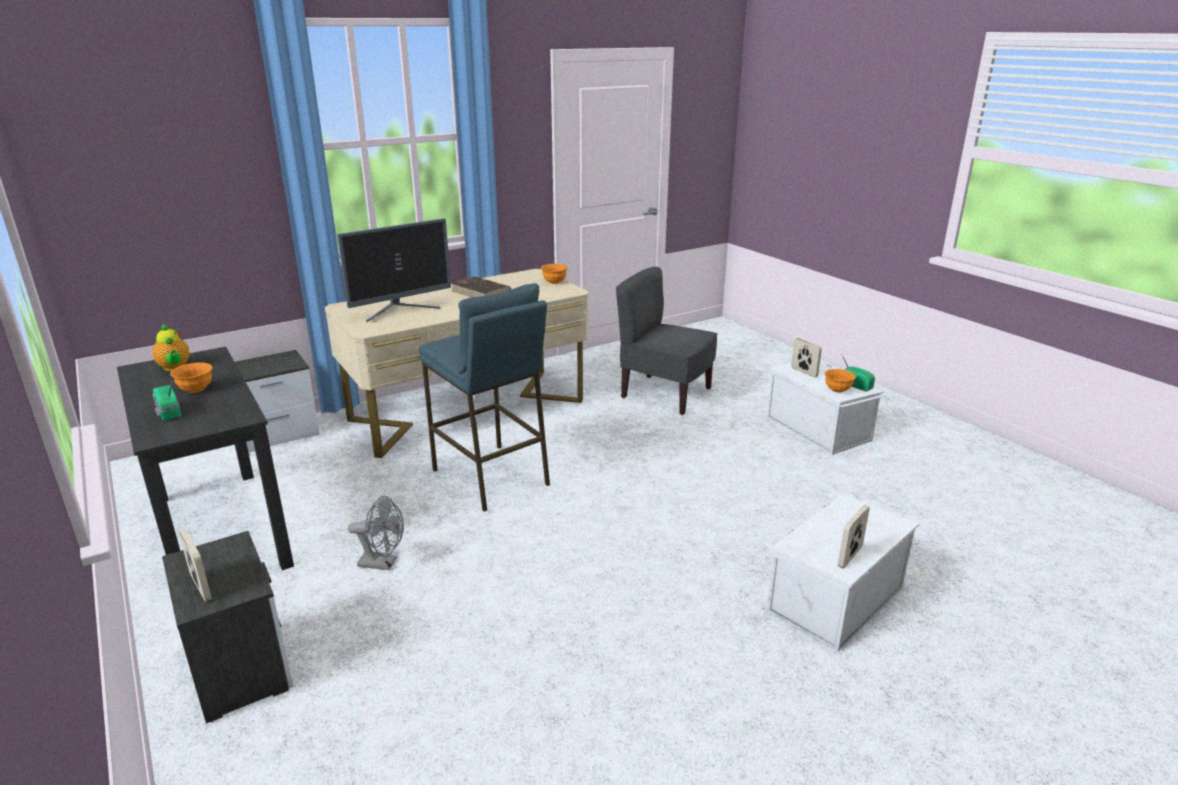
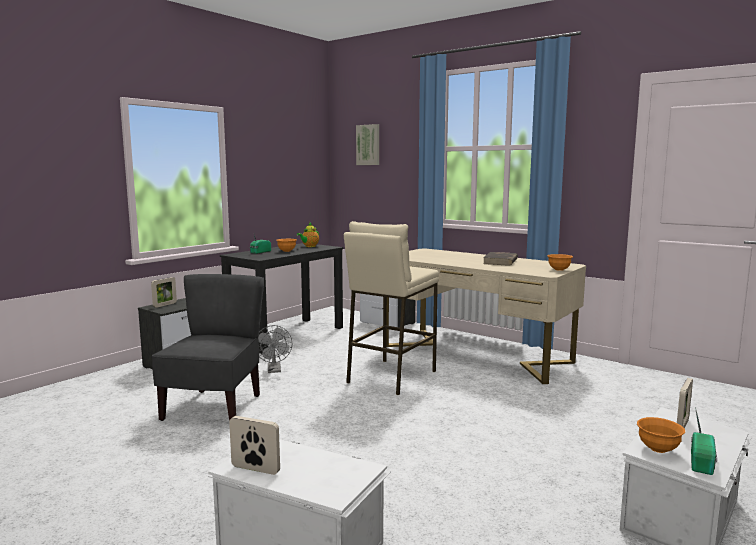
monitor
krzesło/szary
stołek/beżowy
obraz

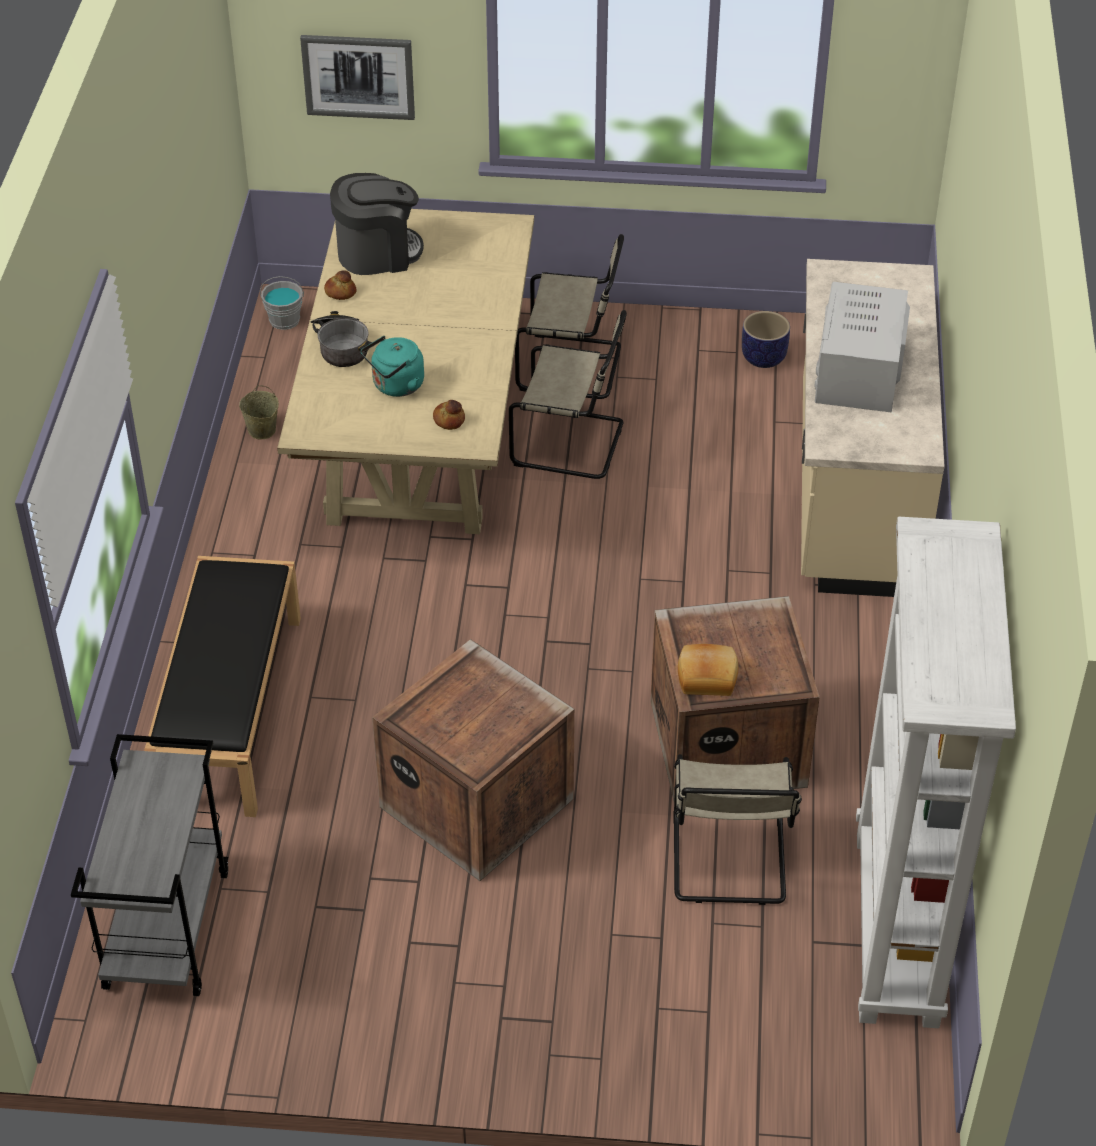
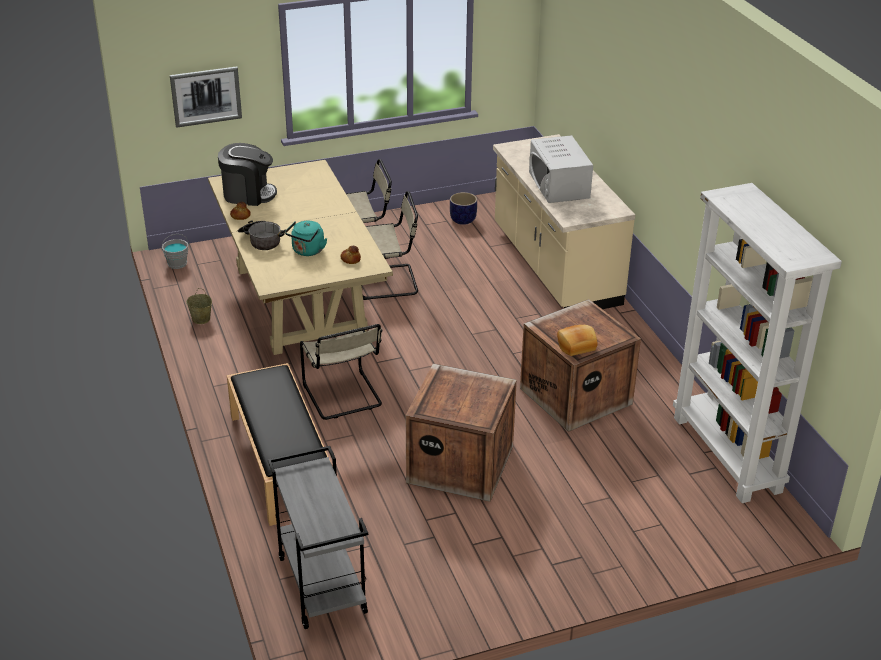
ekspres do kawy
krzesło/beżowy (no. 1 from left)

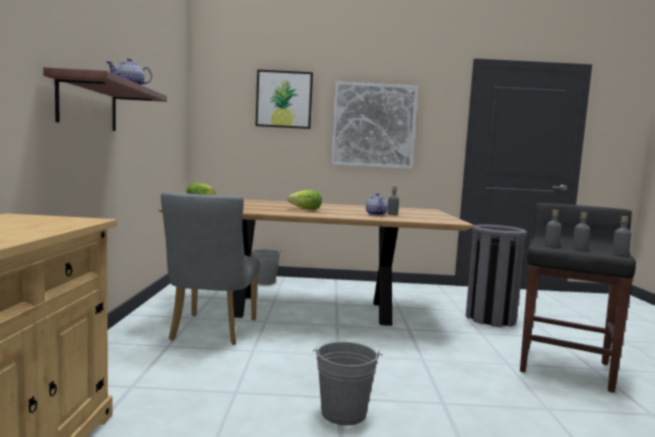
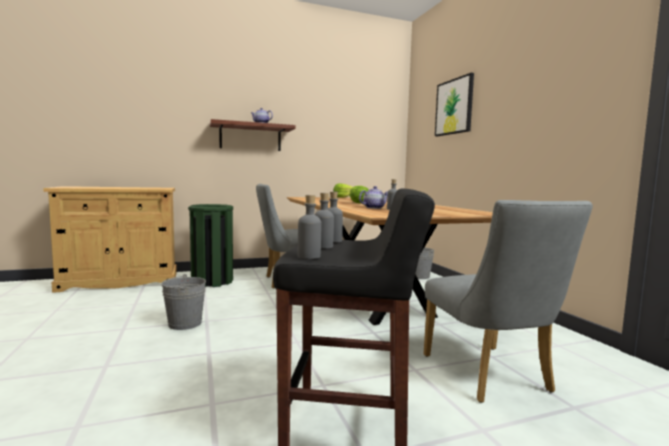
obraz (no. 2 from left in the first image)
krzesło/szary (no. 2 from left)
kosz na śmieci/zielony

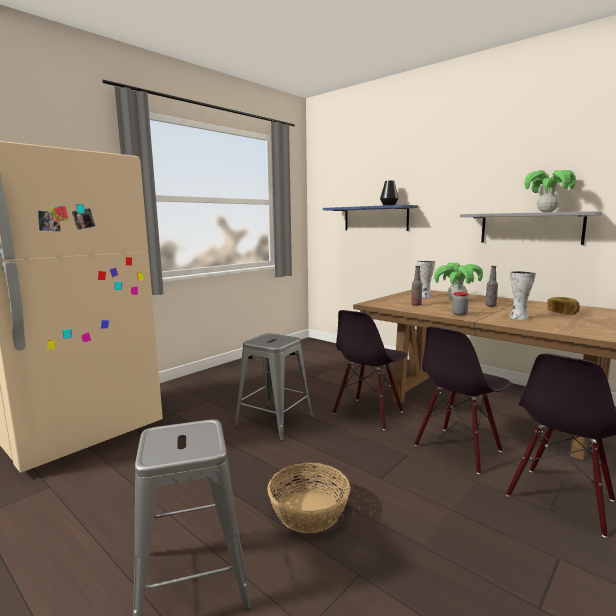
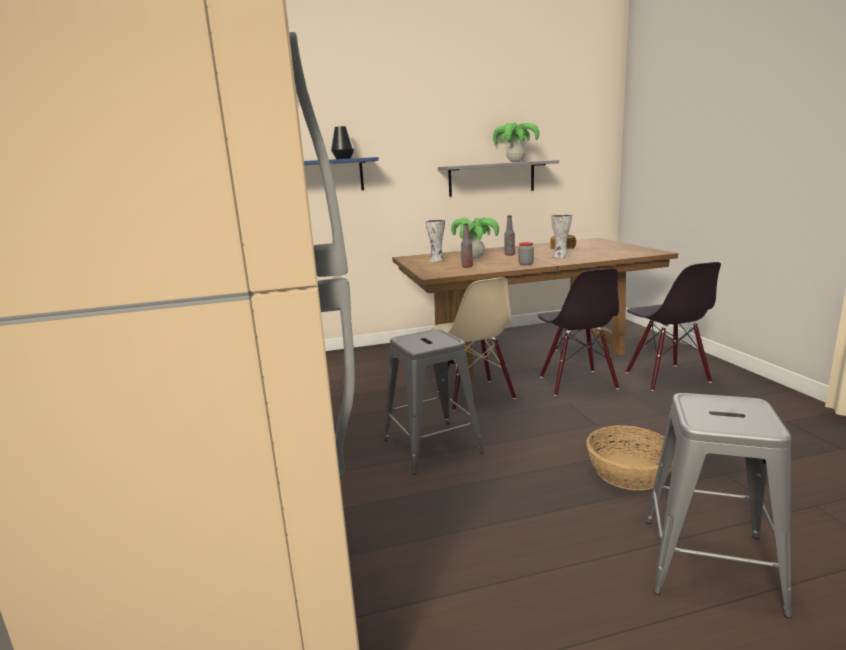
krzesło/beżowy

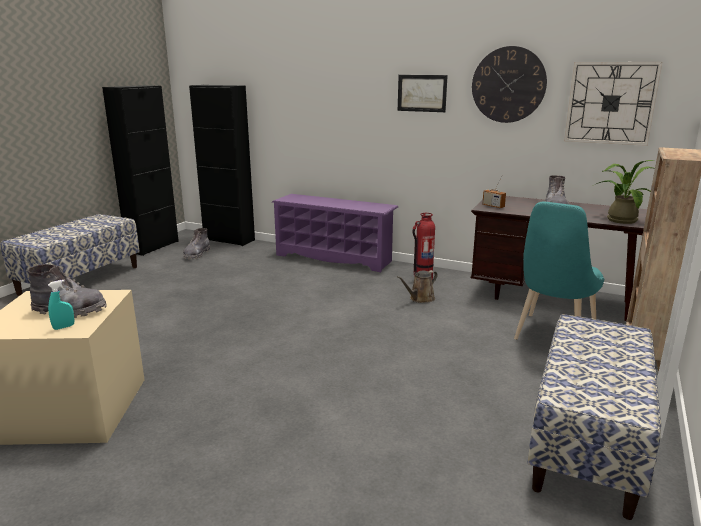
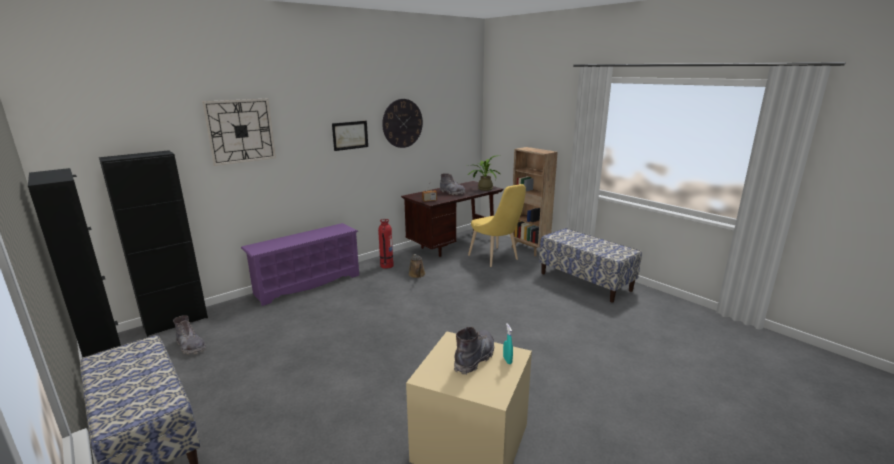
zegar ścienny (no. 1 from left)
krzesło/żółty

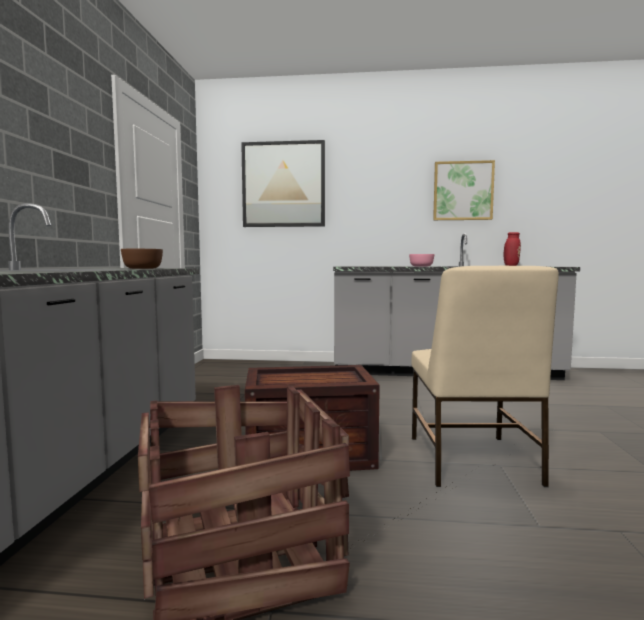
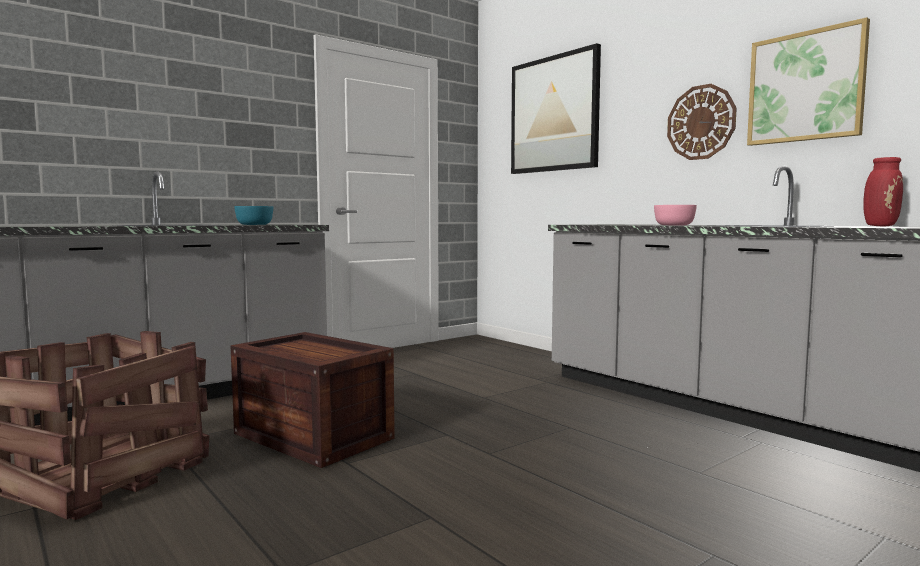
miska/turkusowy
krzesło/beżowy
zegar ścienny

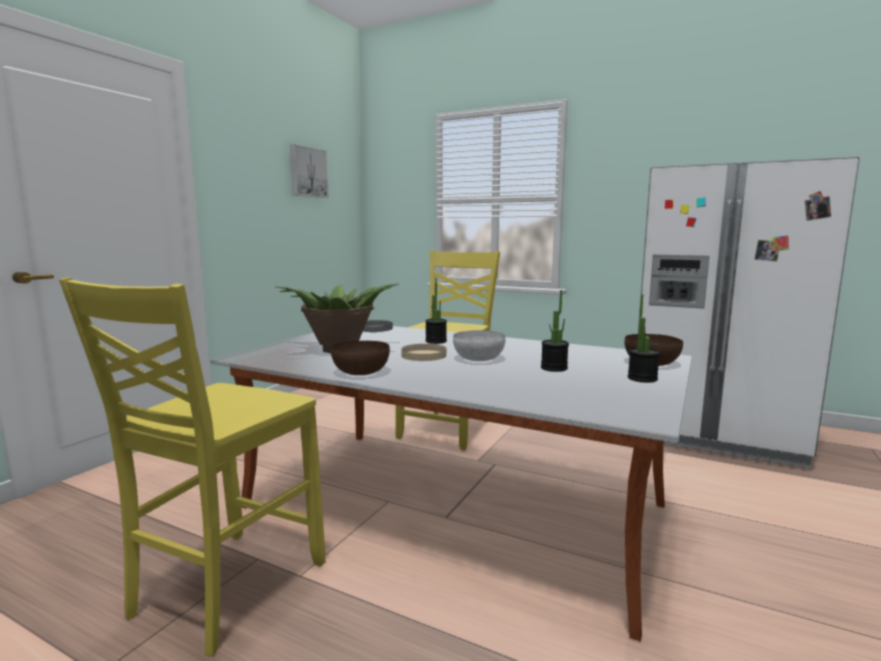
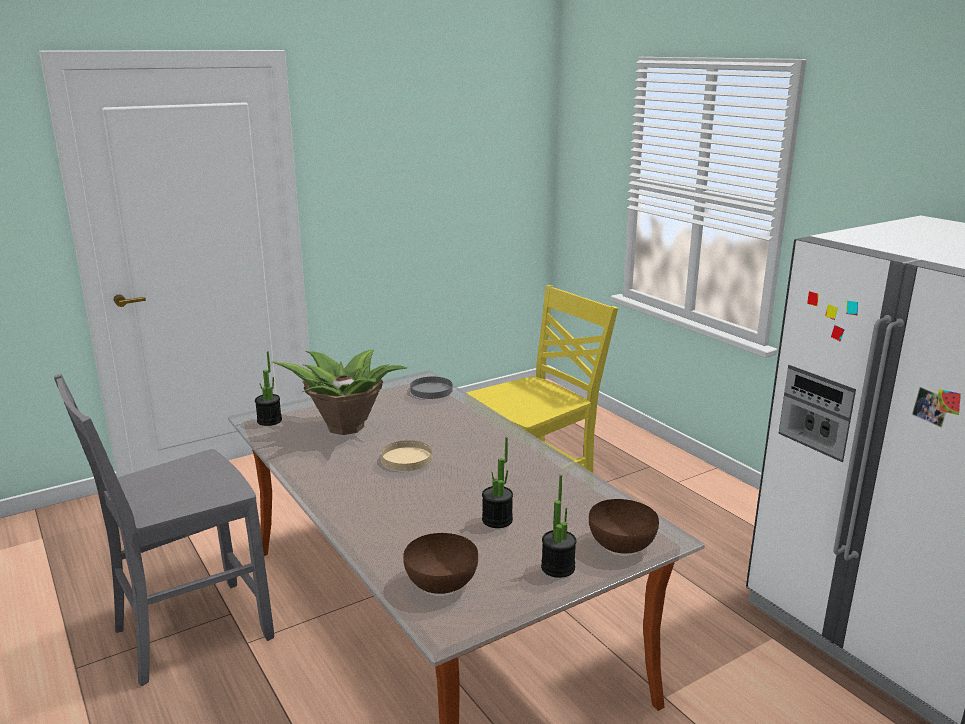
obraz
krzesło/szary
roślina doniczkowa (no. 1 from left)
miska/biały
miska/brązowy (no. 1 from left)

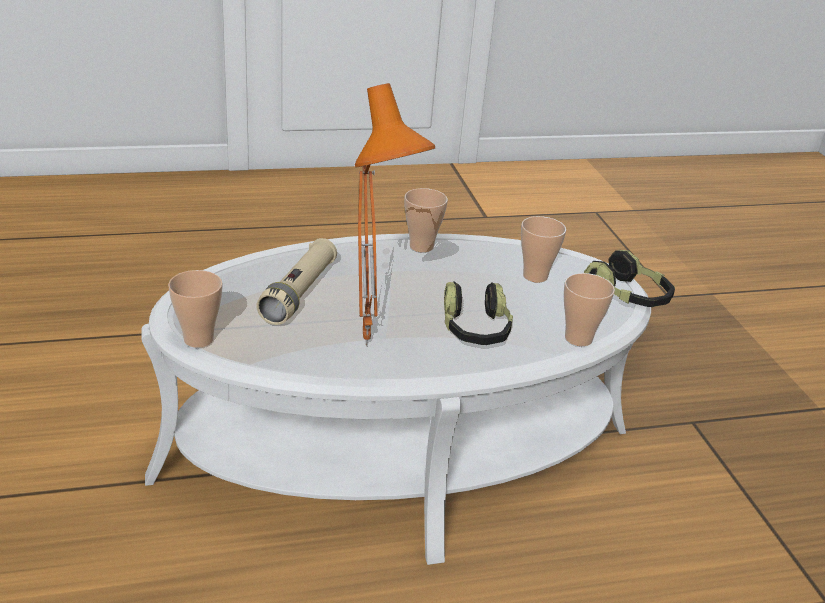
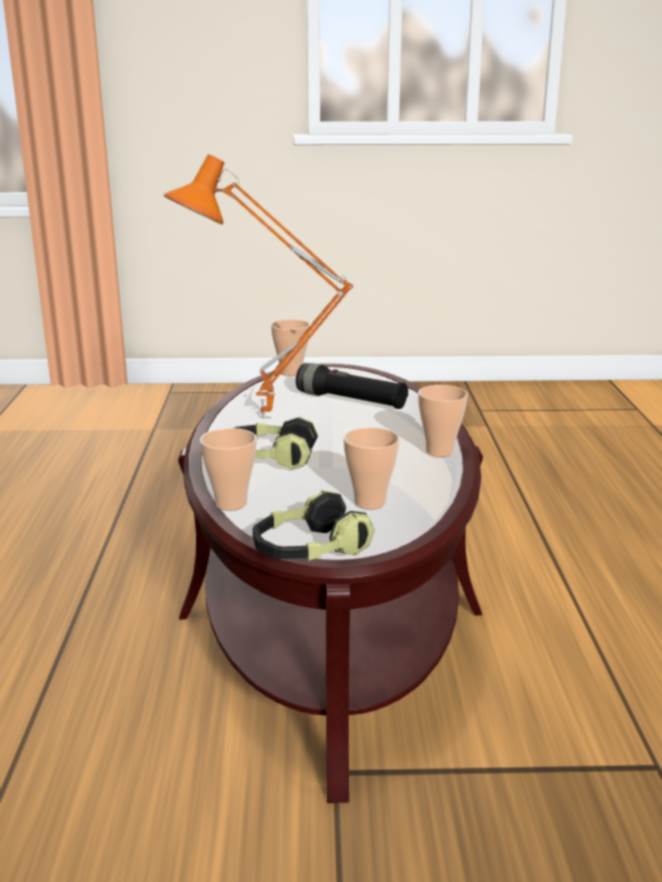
ława/brązowy
latarka/czarny

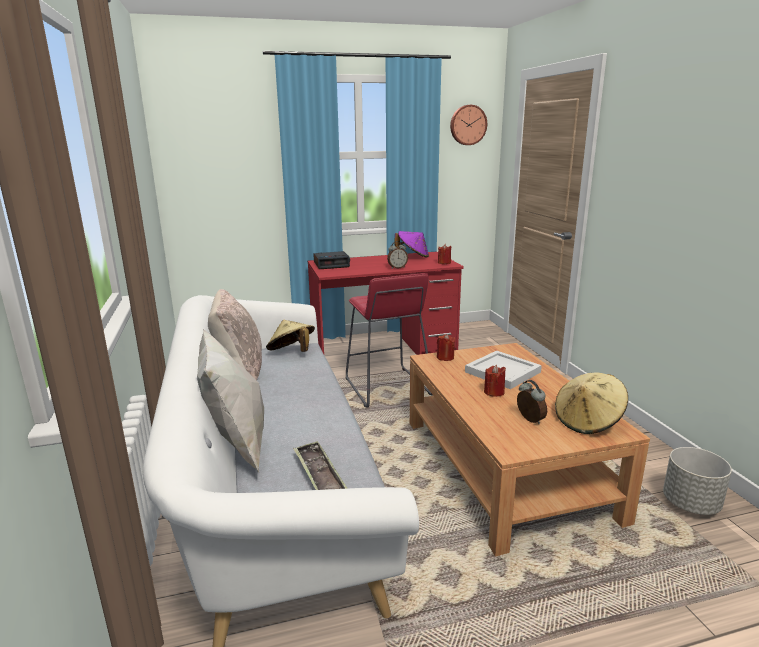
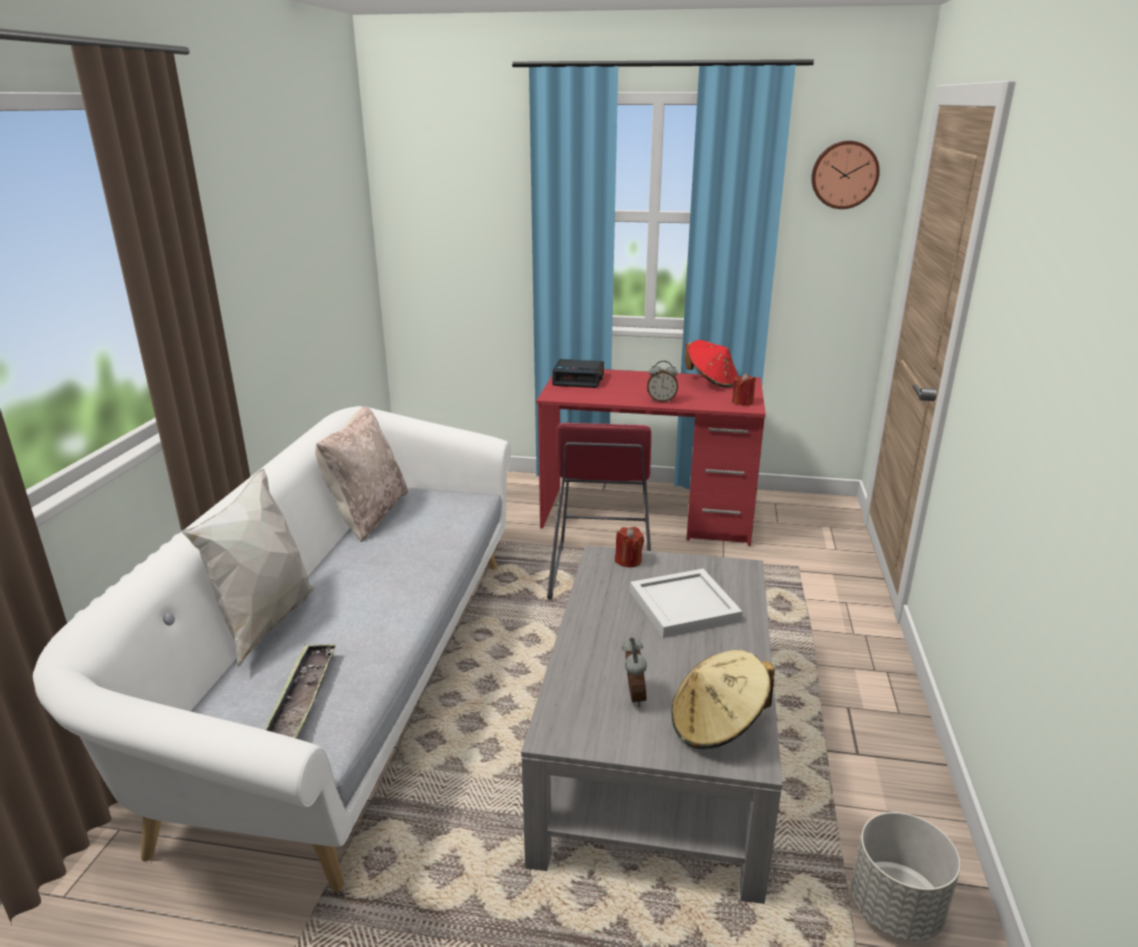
kapelusz/czerwony
kapelusz/beżowy (no. 1 from left in the first image)
ława/szary
świeca/czerwony (no. 3 from left in the first image)

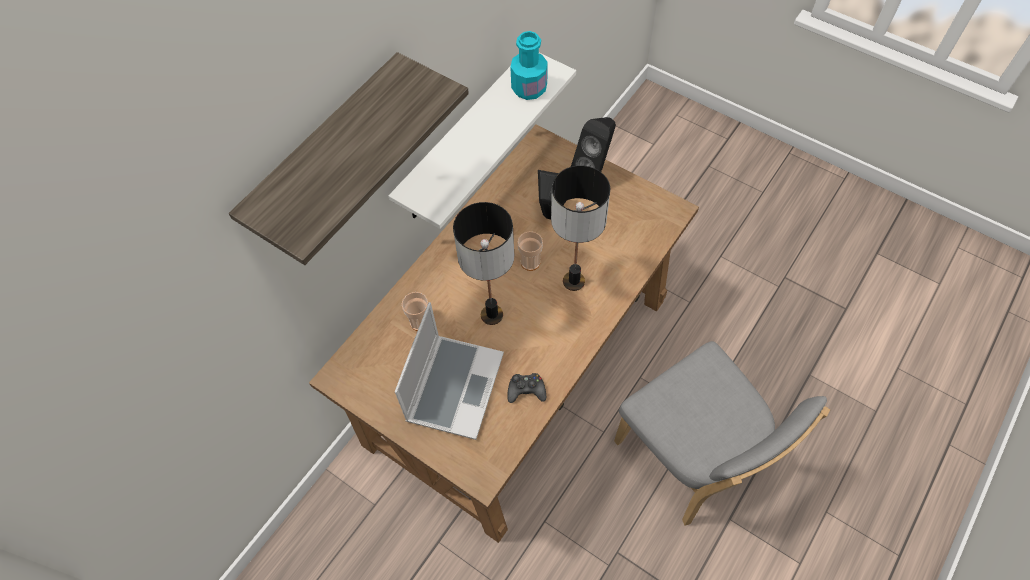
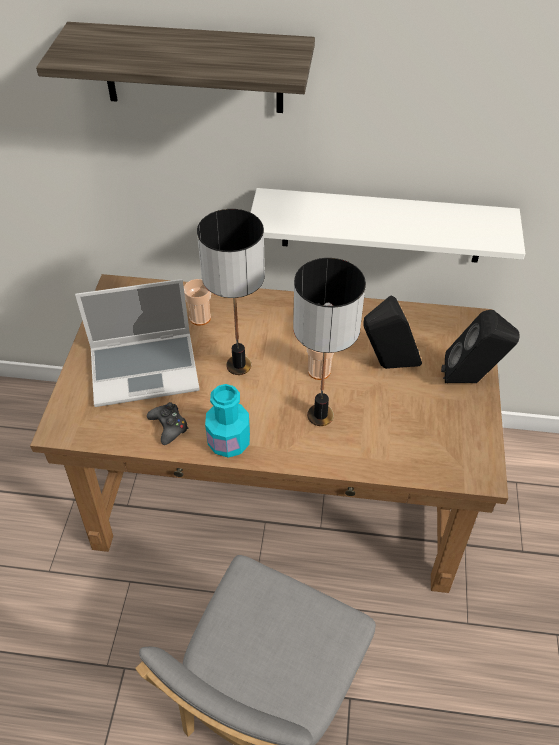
butelka/turkusowy

